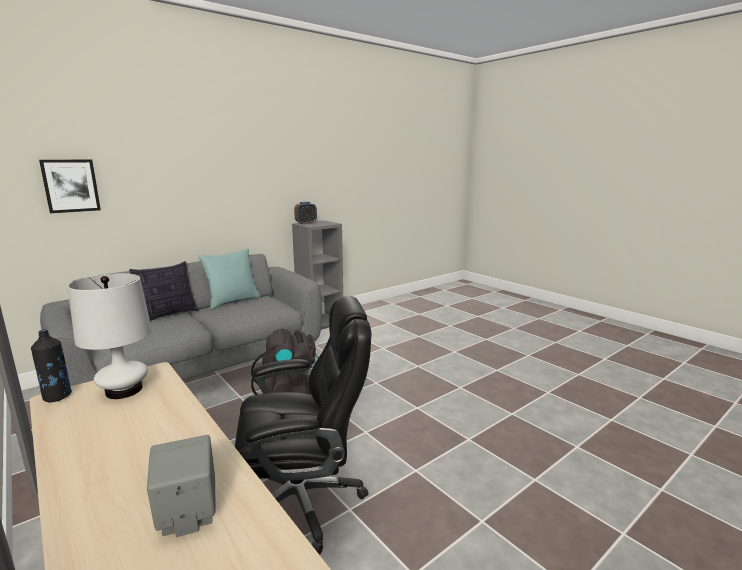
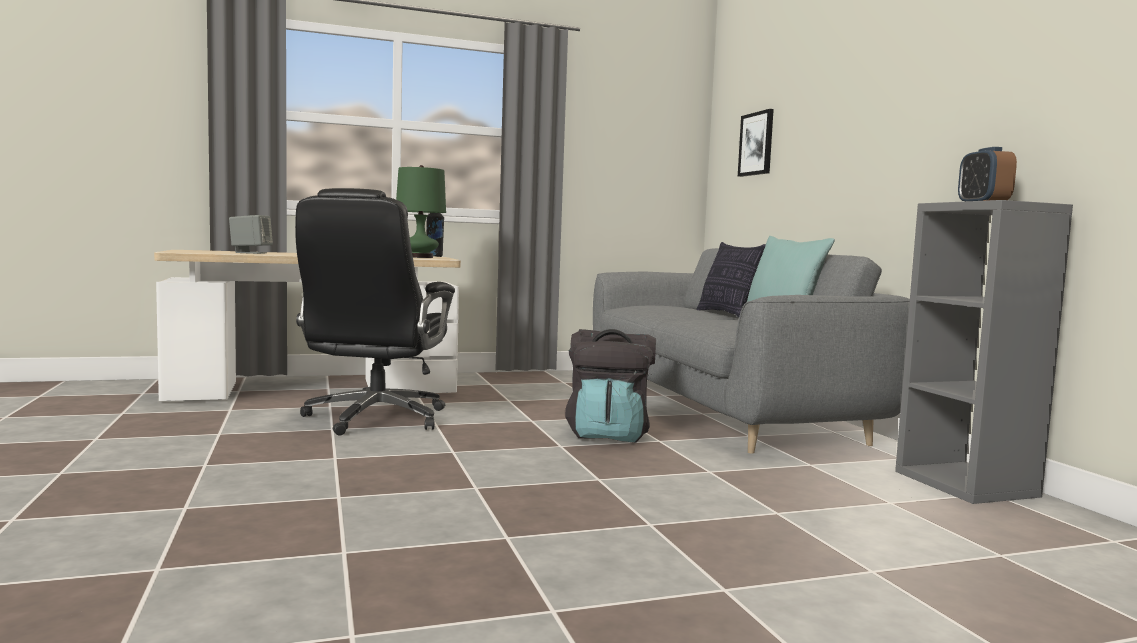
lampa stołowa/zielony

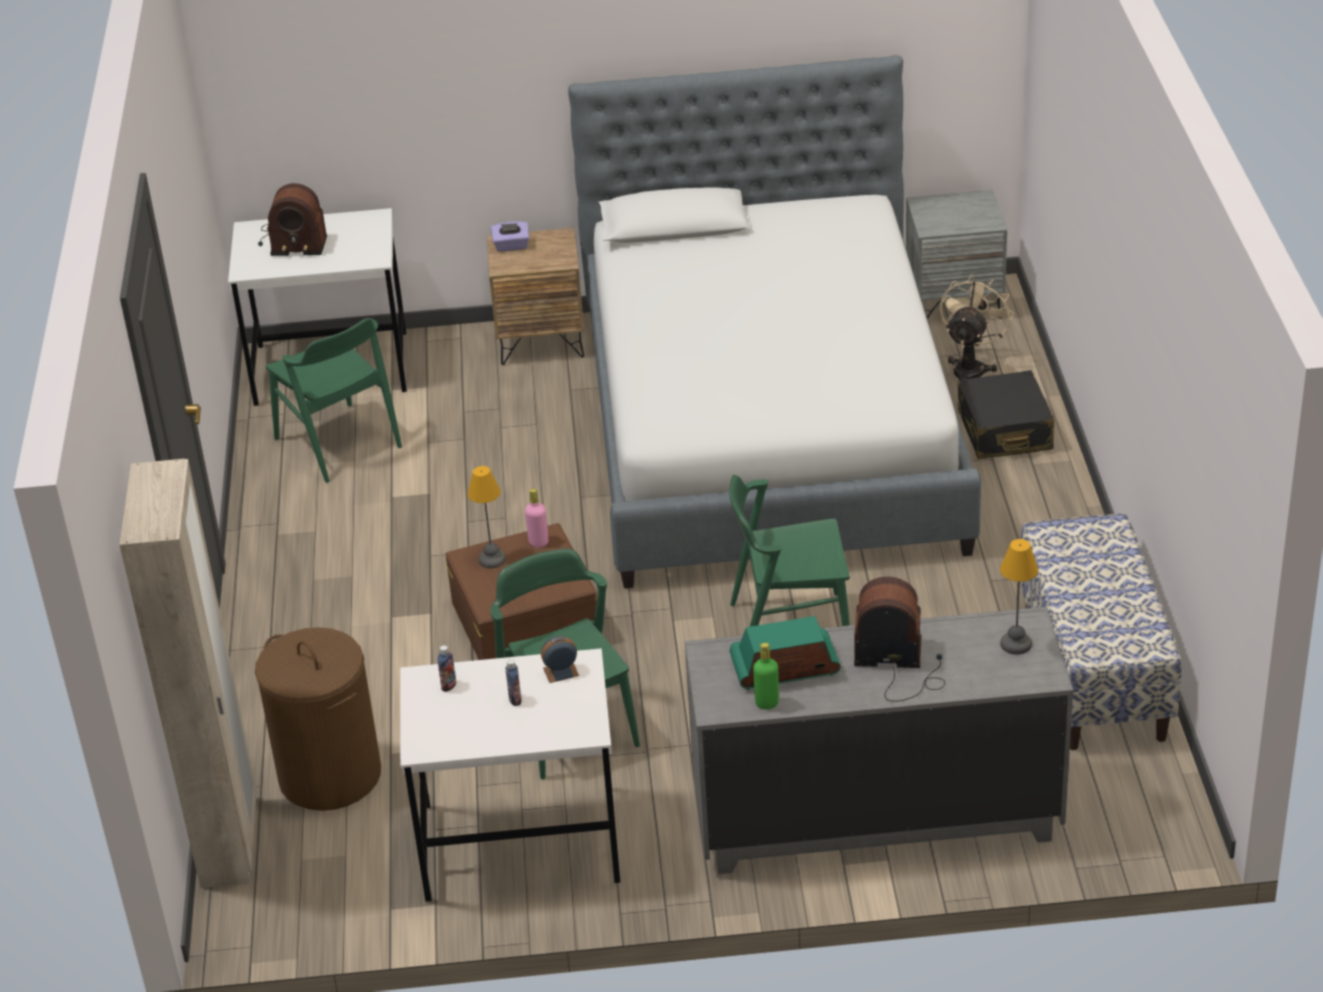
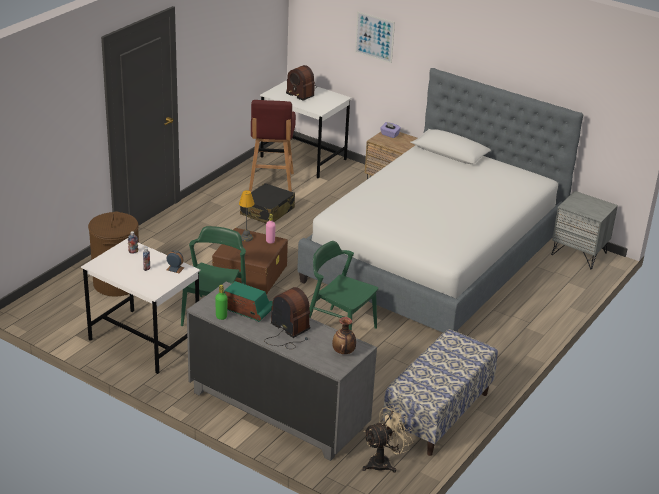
wentylator/beżowy
stołek/czerwony
walizka/czarny
szafa/beżowy
wazon
obraz

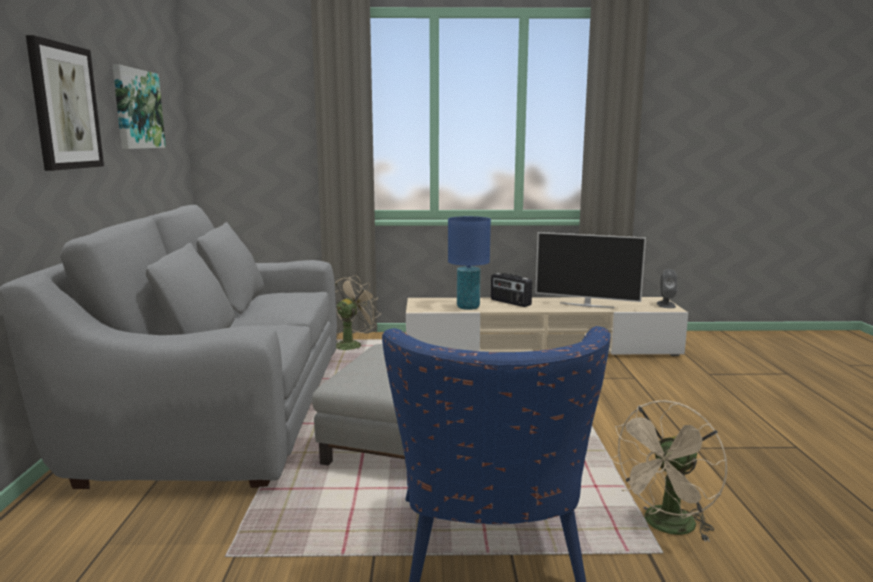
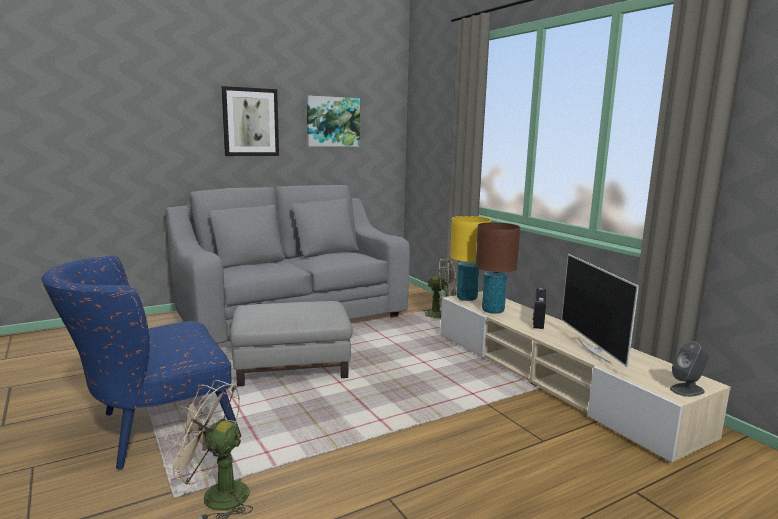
lampa stołowa/brązowy
lampa stołowa/żółty

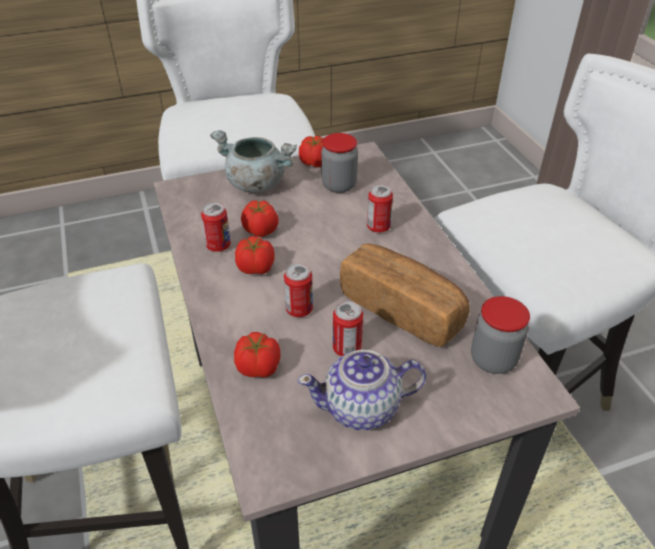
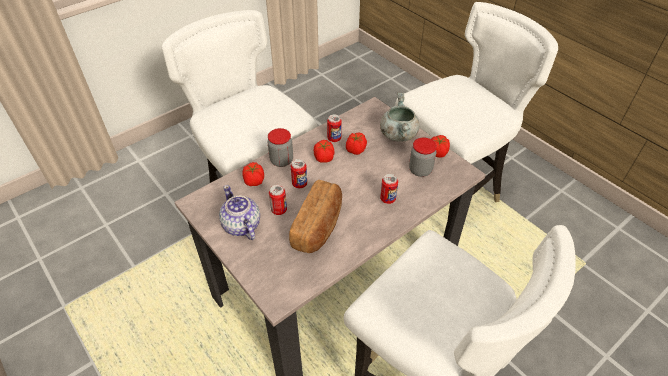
słoik (no. 1 from left)

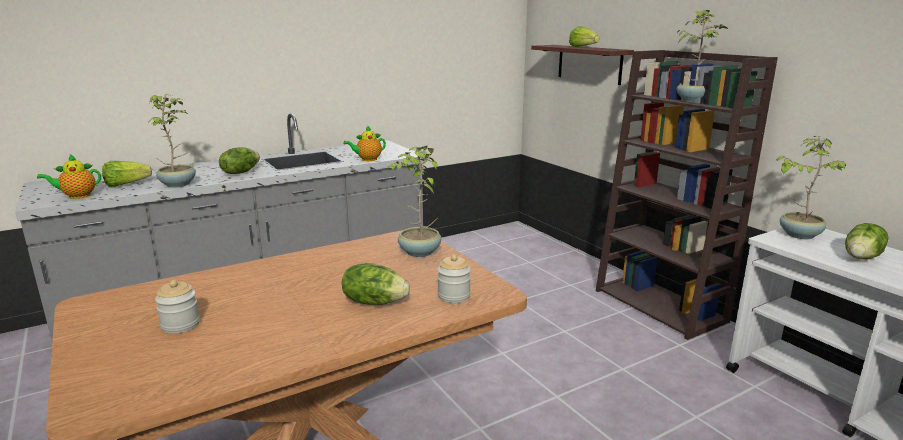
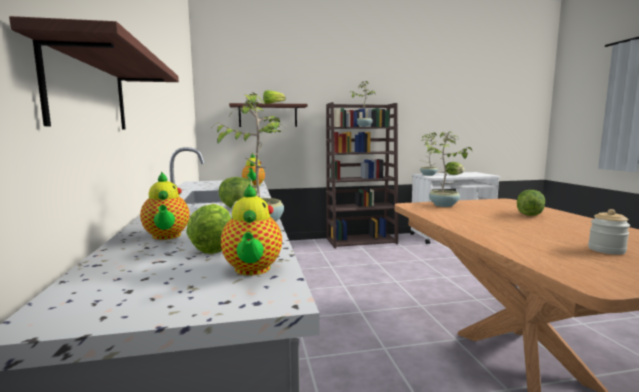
słoik (no. 2 from left in the first image)
półka (no. 1 from left)
imbryk (no. 1 from left)

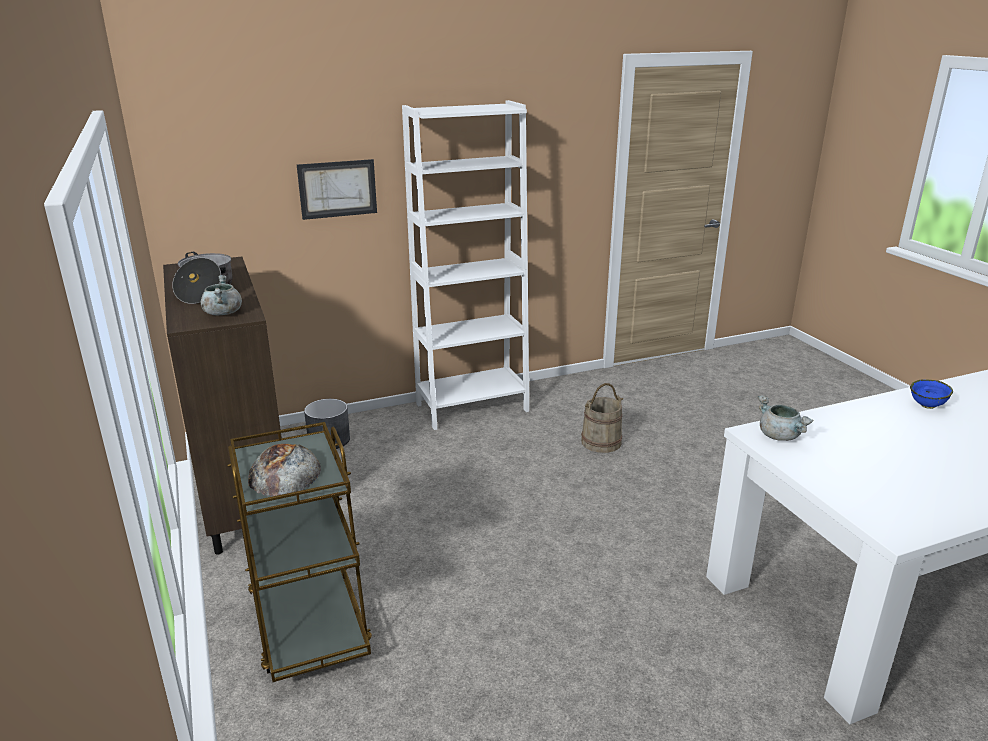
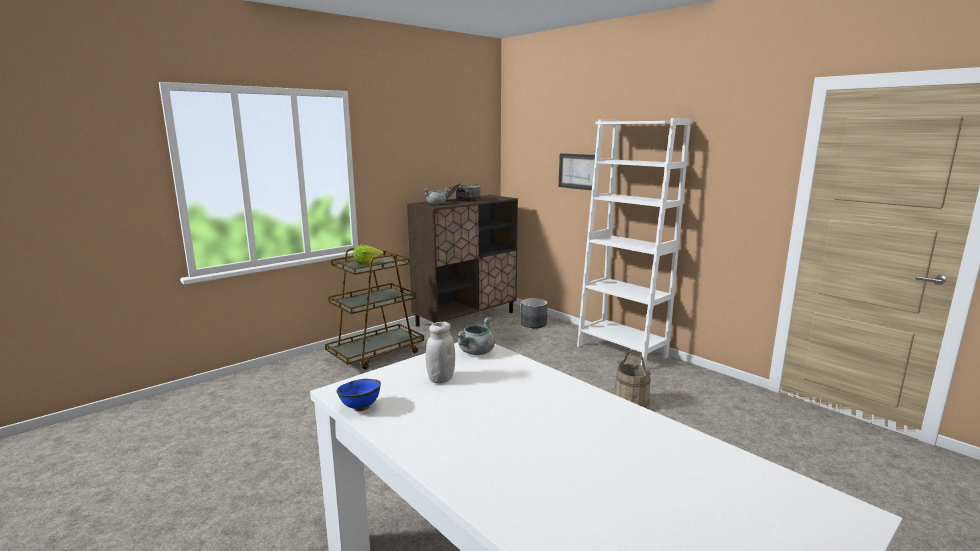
miska/niebieski
sałata
słoik/biały

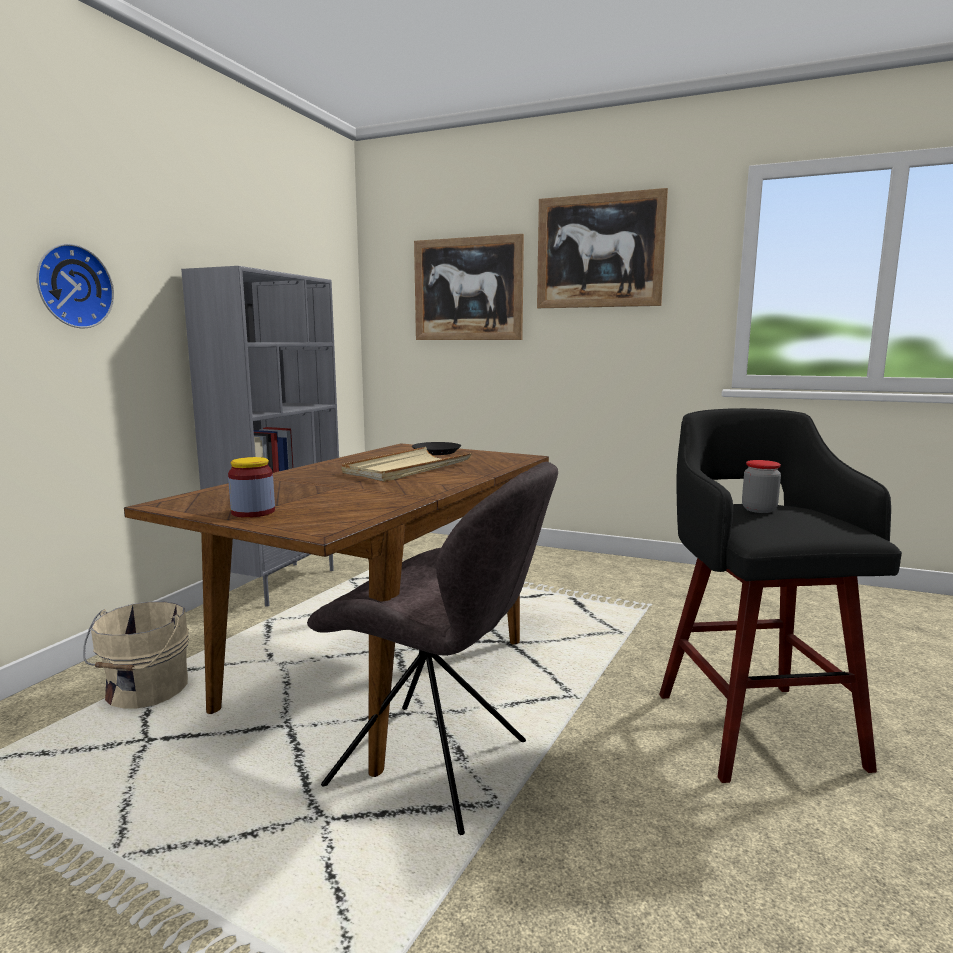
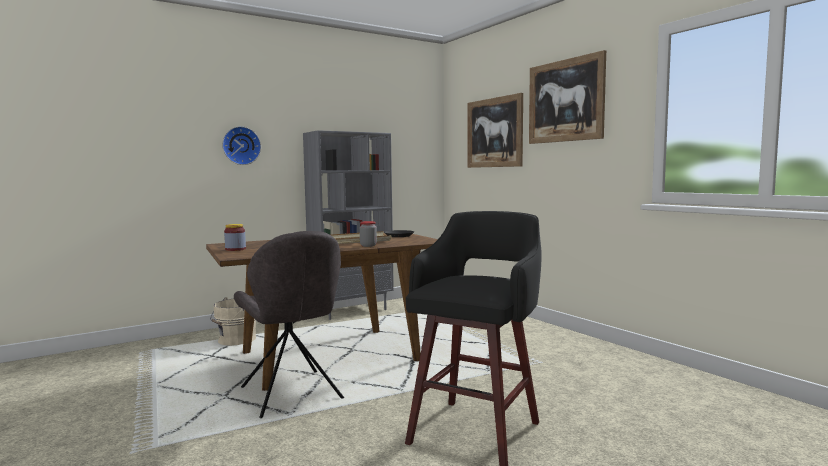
słoik (no. 2 from left)

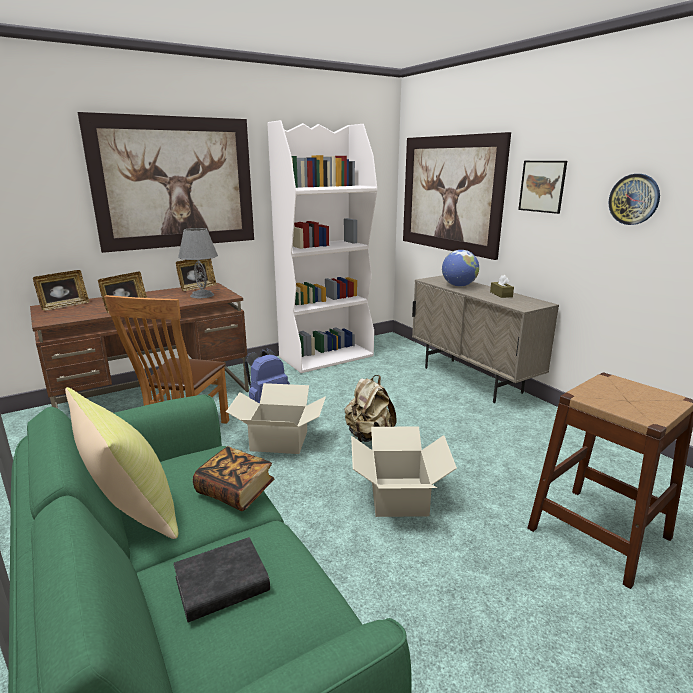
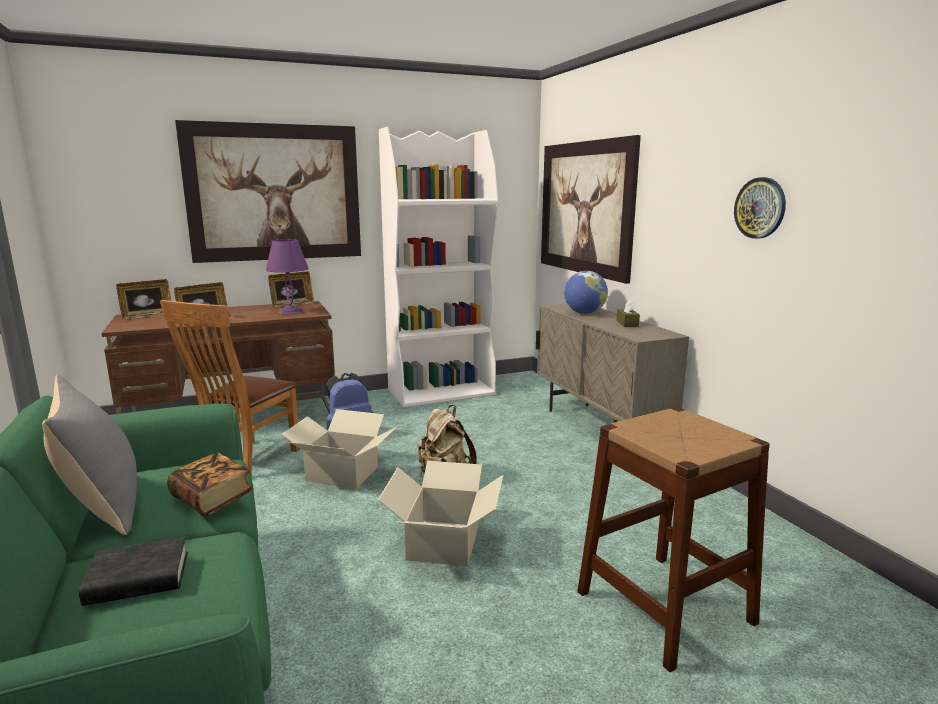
obraz (no. 3 from left in the first image)
lampa stołowa/fioletowy
poduszka/szary

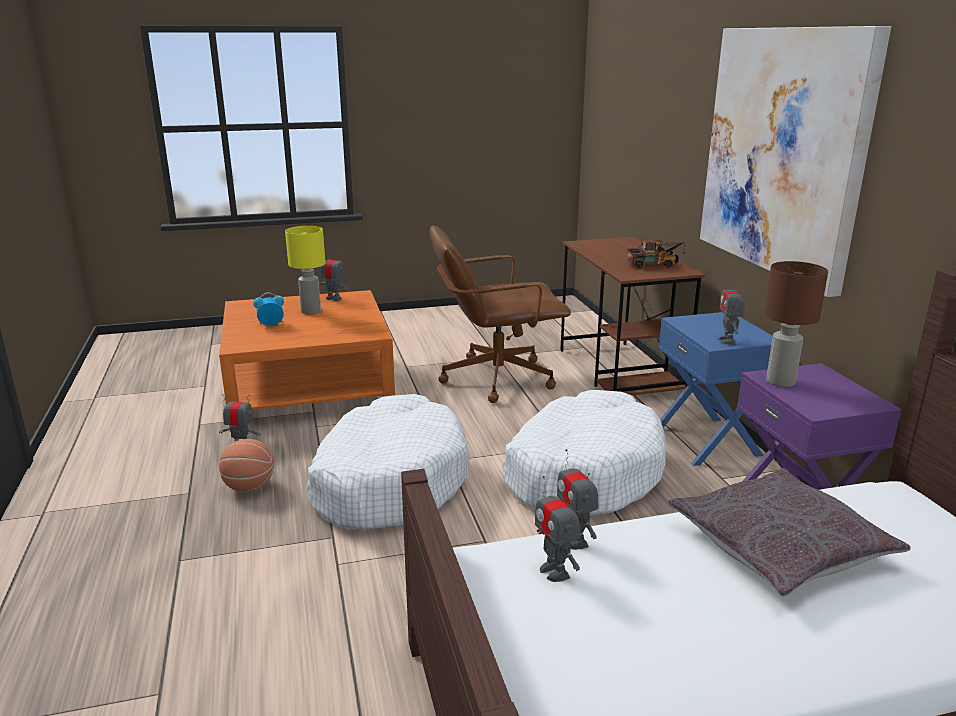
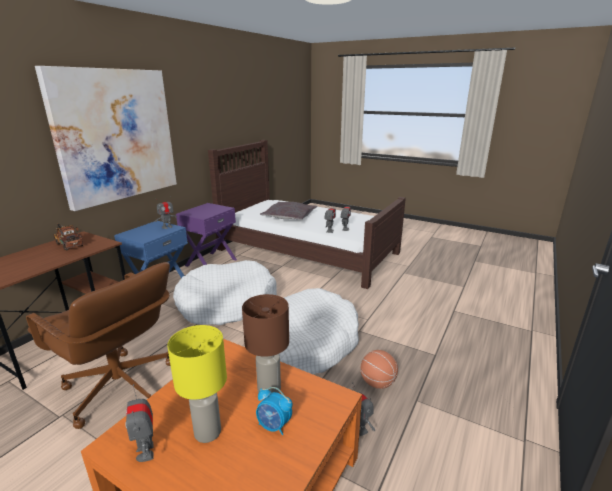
lampa stołowa/brązowy

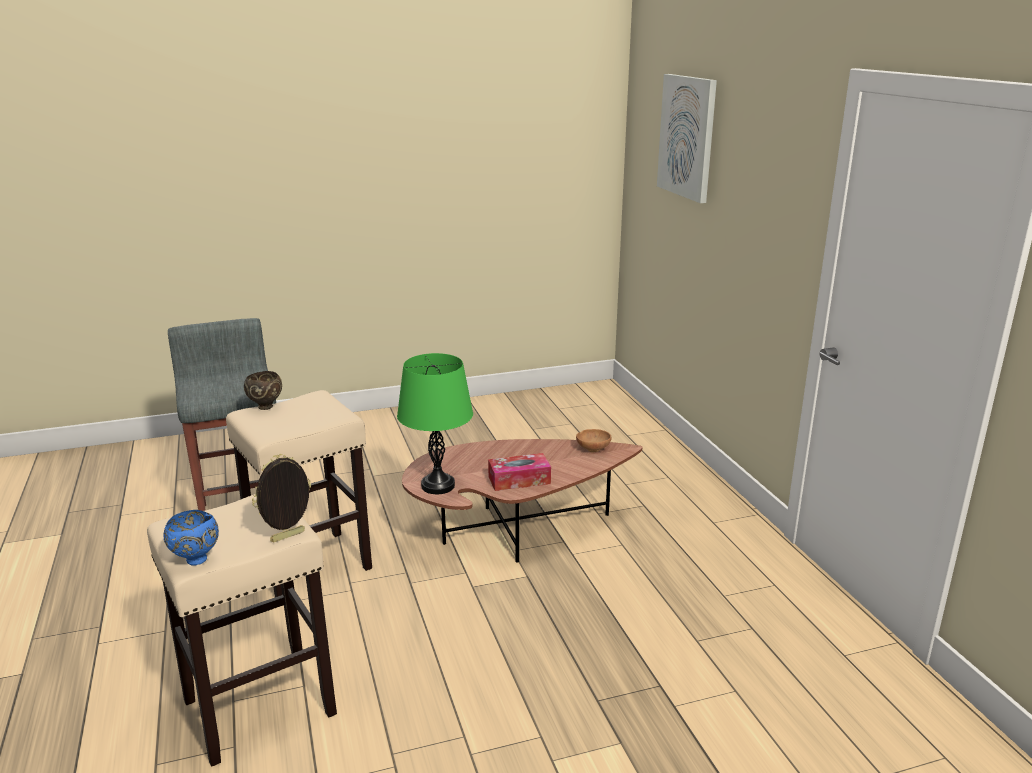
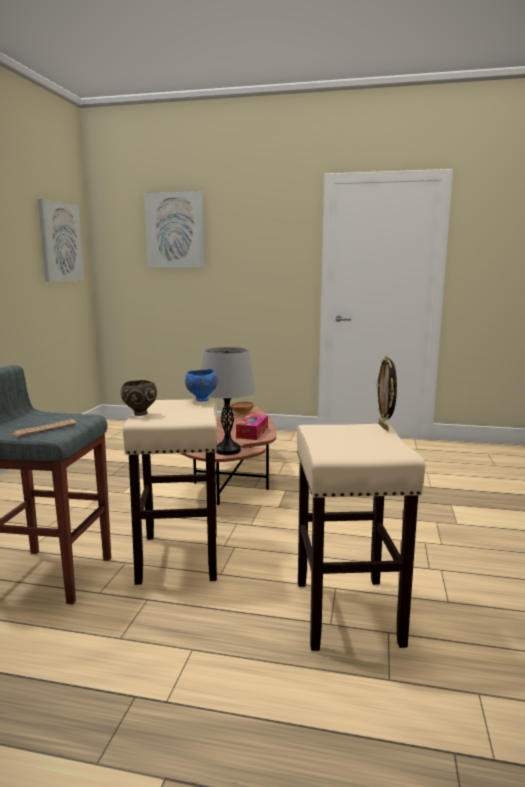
lampa stołowa/szary
miska/niebieski
obraz (no. 1 from left)
gazeta

